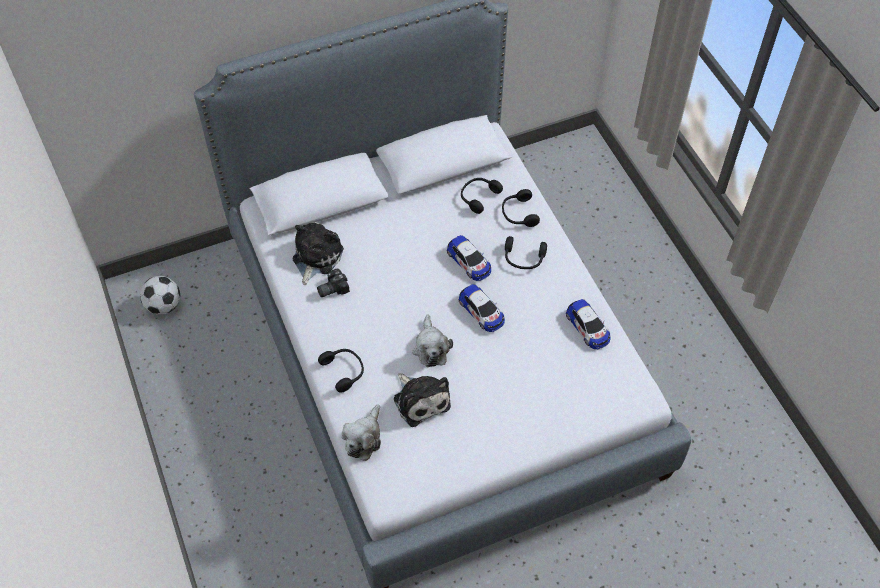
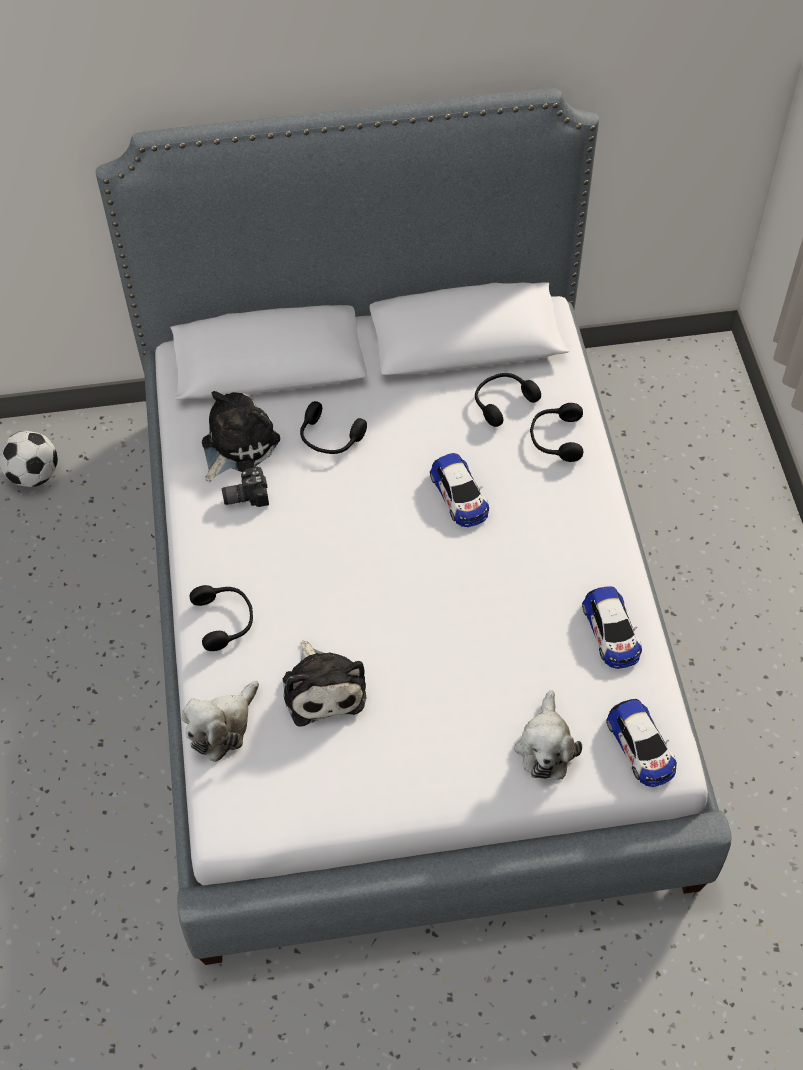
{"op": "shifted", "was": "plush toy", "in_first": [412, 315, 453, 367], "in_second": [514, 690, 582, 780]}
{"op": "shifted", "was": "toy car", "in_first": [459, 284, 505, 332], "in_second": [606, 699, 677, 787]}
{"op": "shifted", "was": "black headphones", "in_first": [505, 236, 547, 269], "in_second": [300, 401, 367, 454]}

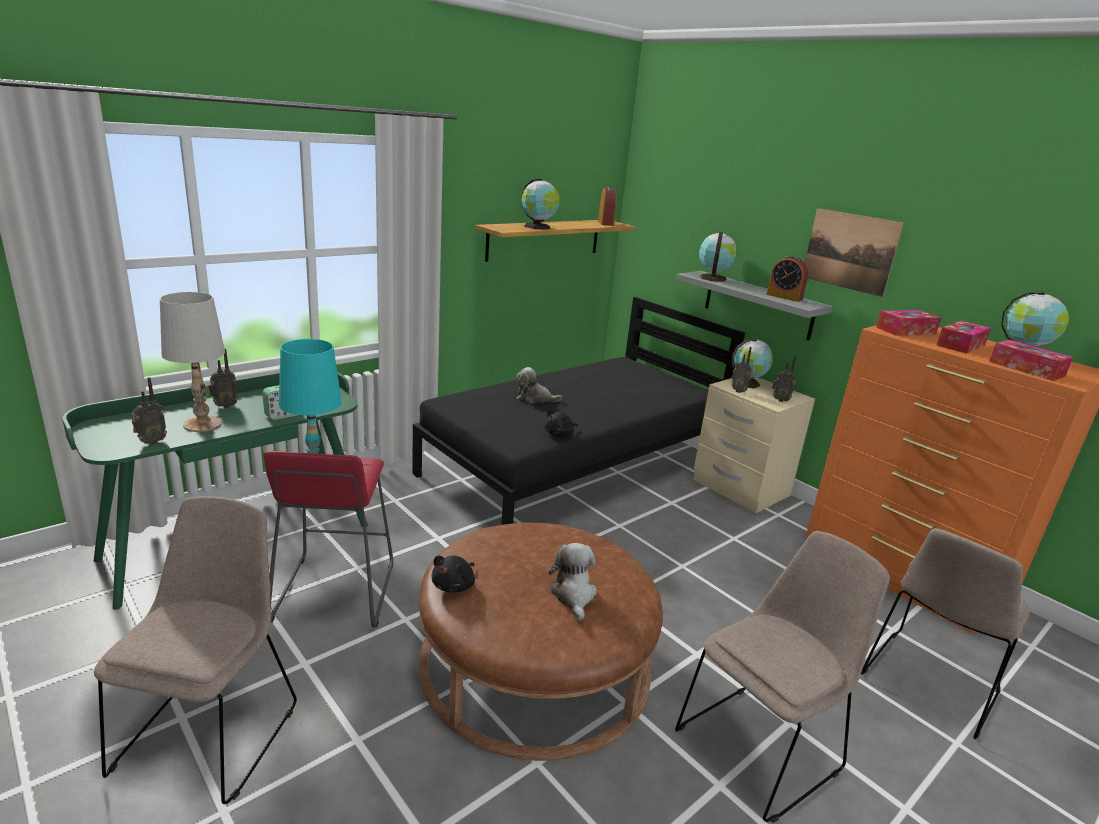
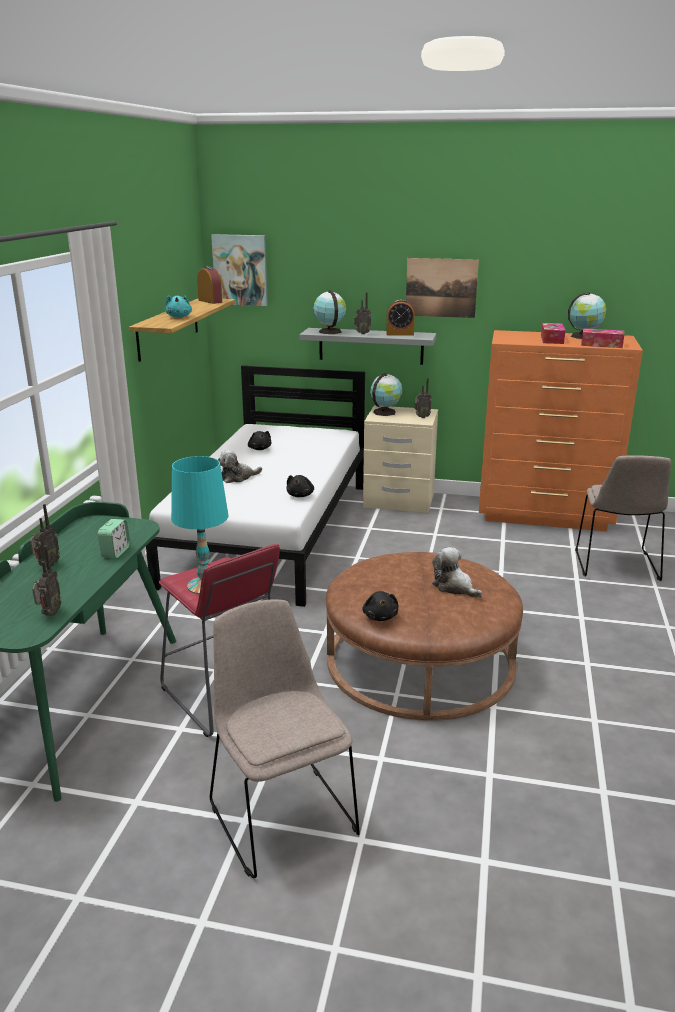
{"op": "gone", "was": "white table lamp", "in_first": [160, 292, 225, 432]}
{"op": "gone", "was": "beige chair", "in_first": [675, 531, 890, 823]}
{"op": "gone", "was": "tissue box", "in_first": [876, 310, 941, 336]}
{"op": "new", "now": "picture", "in_second": [211, 234, 268, 306]}
{"op": "new", "now": "black plush toy", "in_second": [248, 431, 271, 450]}
{"op": "shifted", "was": "radio", "in_first": [731, 347, 752, 393], "in_second": [354, 292, 371, 334]}
{"op": "swapped", "was": "globe", "now": "turquoise plush toy", "in_first": [522, 179, 560, 229], "in_second": [165, 295, 192, 318]}
{"op": "repainted", "was": "black bed", "now": "white bed", "in_first": [412, 297, 745, 525], "in_second": [146, 365, 365, 607]}

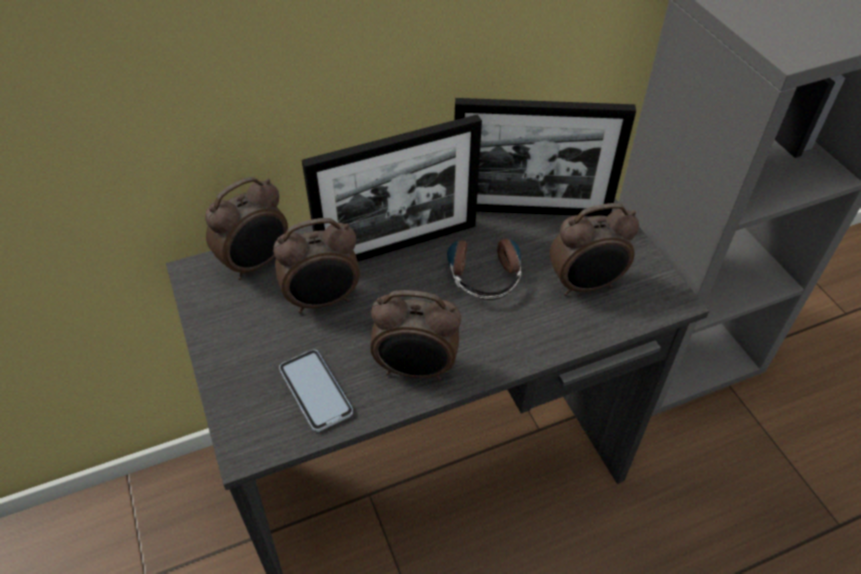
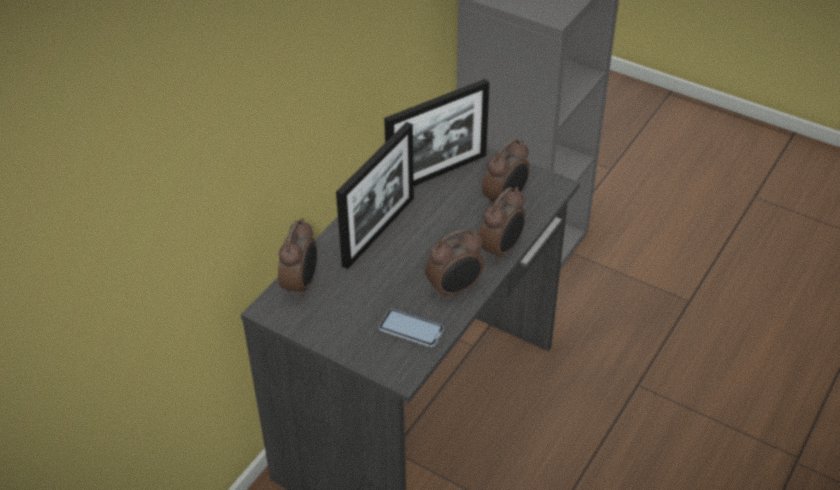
{"op": "gone", "was": "headphones", "in_first": [447, 219, 522, 300]}
{"op": "shifted", "was": "alarm clock", "in_first": [273, 218, 360, 313], "in_second": [479, 187, 525, 263]}

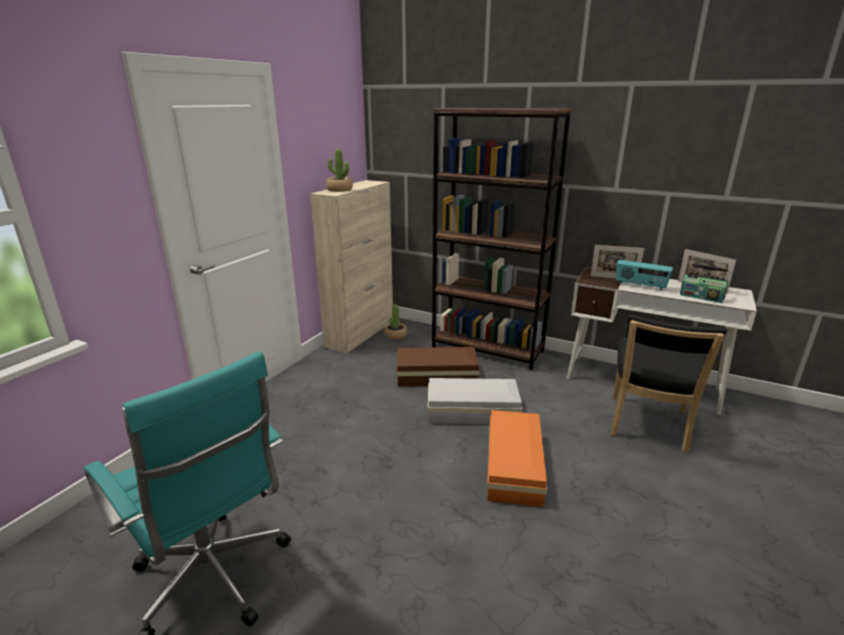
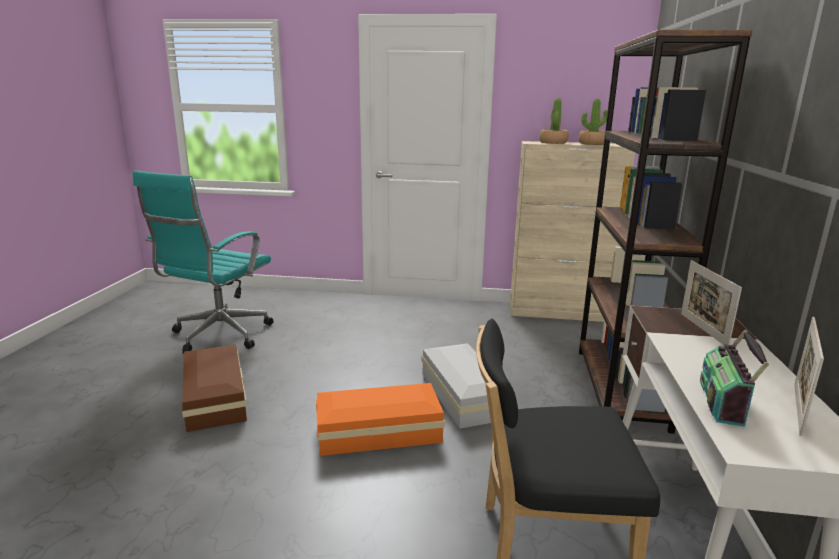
{"op": "gone", "was": "radio", "in_first": [616, 260, 673, 291]}
{"op": "shifted", "was": "potted plant", "in_first": [384, 304, 407, 339], "in_second": [579, 99, 608, 145]}
{"op": "shifted", "was": "brown storage box", "in_first": [397, 347, 480, 386], "in_second": [182, 344, 247, 432]}

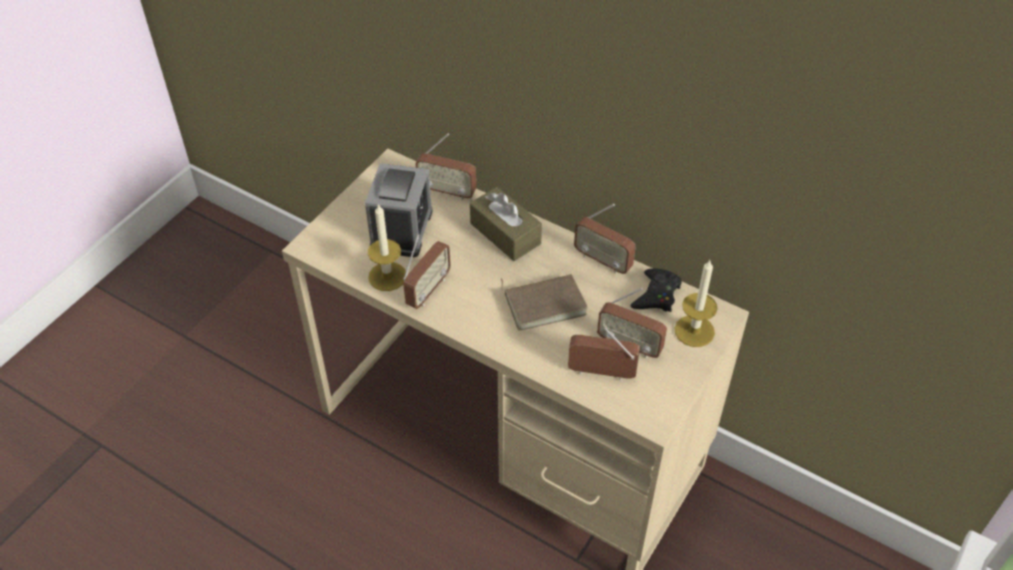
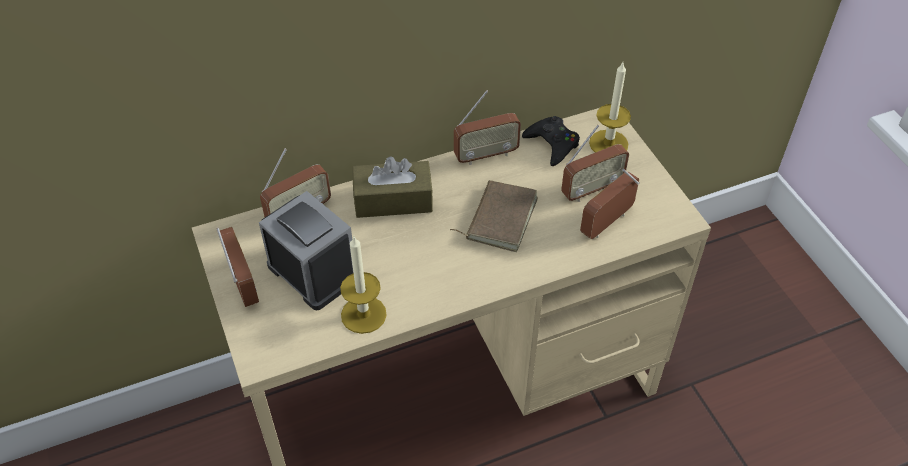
{"op": "shifted", "was": "radio", "in_first": [403, 234, 451, 309], "in_second": [216, 227, 259, 307]}

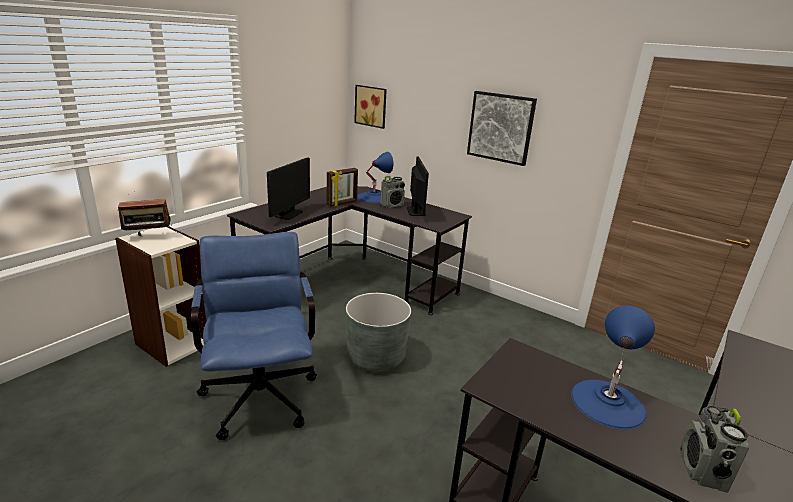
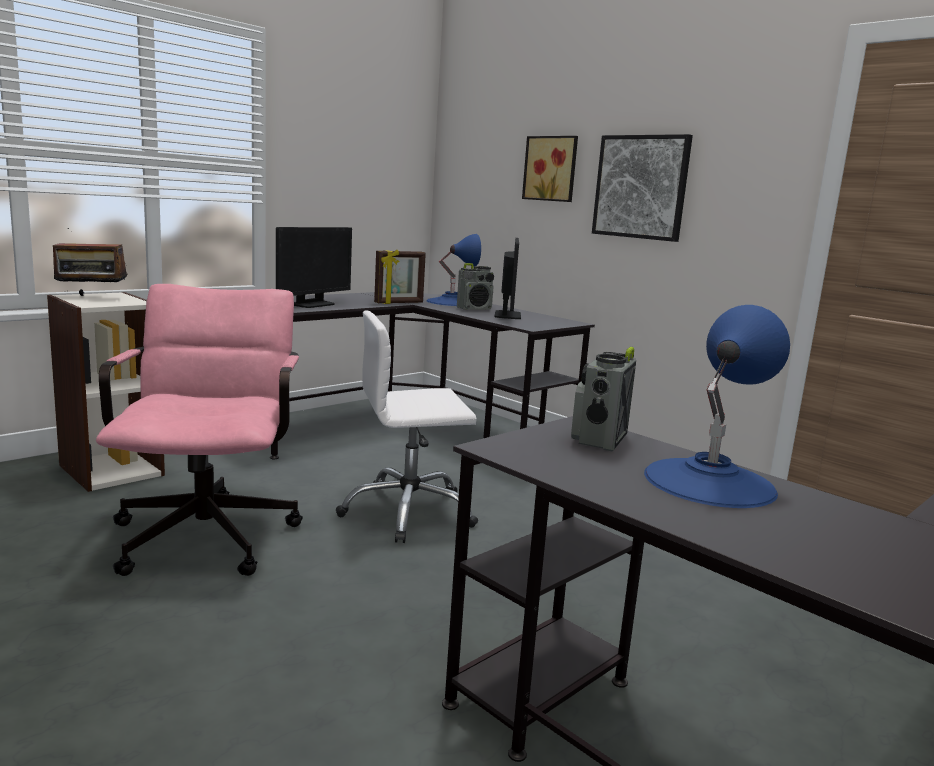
{"op": "shifted", "was": "picture", "in_first": [354, 85, 387, 129], "in_second": [522, 136, 578, 202]}
{"op": "shifted", "was": "radio", "in_first": [680, 406, 750, 493], "in_second": [571, 347, 636, 451]}
{"op": "swapped", "was": "grey planter", "now": "white office chair", "in_first": [346, 293, 411, 372], "in_second": [336, 310, 478, 543]}
{"op": "repainted", "was": "blue office chair", "now": "pink office chair", "in_first": [191, 232, 317, 440], "in_second": [96, 284, 303, 576]}

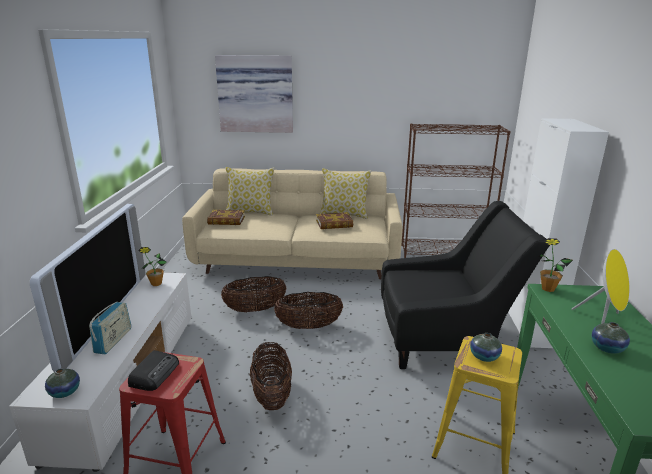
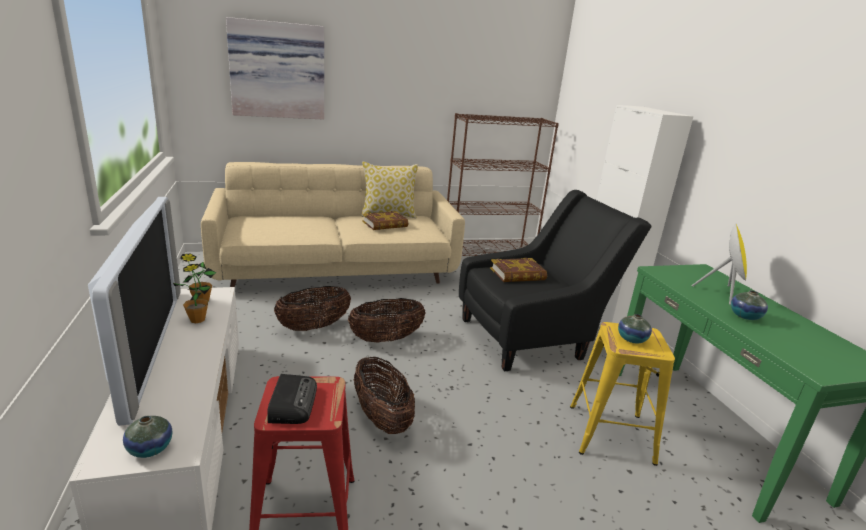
{"op": "gone", "was": "radio", "in_first": [89, 302, 131, 354]}
{"op": "gone", "was": "pillow", "in_first": [226, 167, 274, 216]}
{"op": "shifted", "was": "book", "in_first": [207, 209, 245, 225], "in_second": [490, 258, 547, 282]}
{"op": "shifted", "was": "potted plant", "in_first": [538, 238, 573, 292], "in_second": [173, 264, 211, 323]}

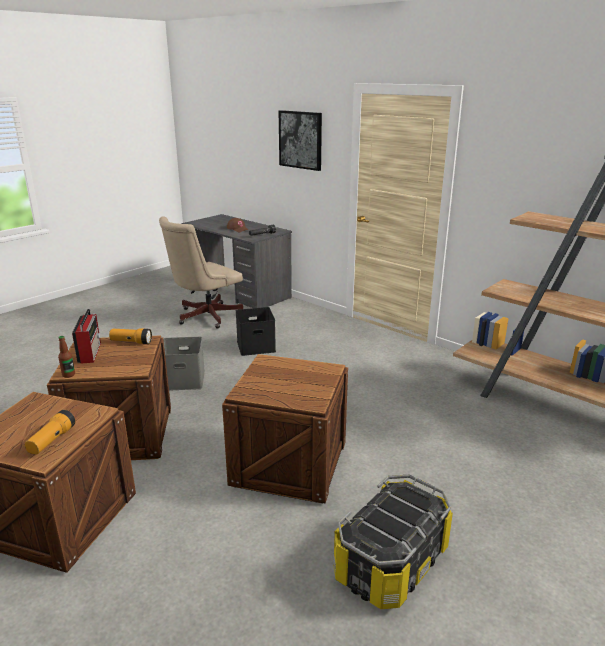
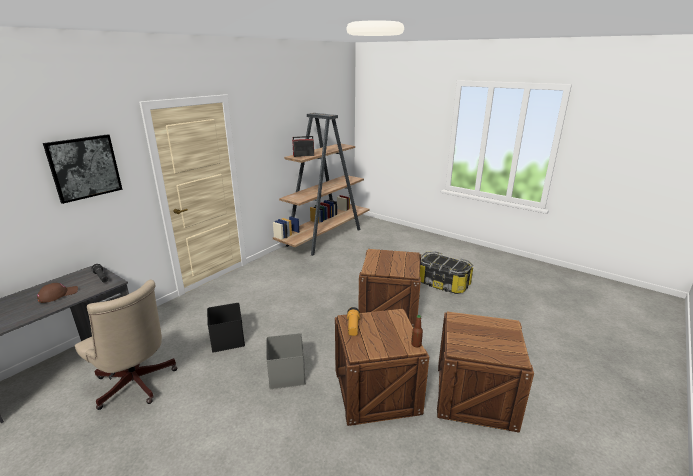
{"op": "gone", "was": "flashlight", "in_first": [25, 410, 76, 455]}
{"op": "shifted", "was": "radio", "in_first": [72, 309, 101, 363], "in_second": [292, 136, 314, 157]}

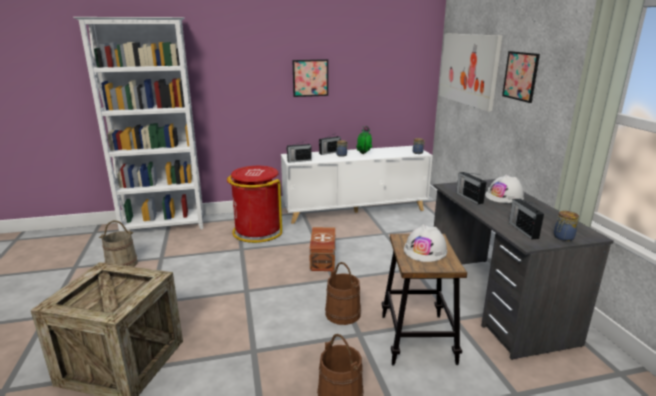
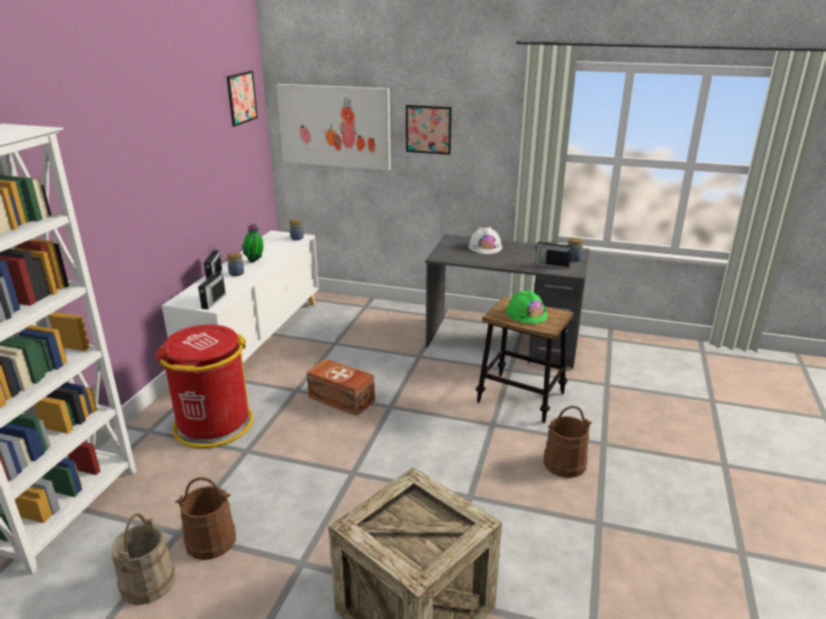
{"op": "gone", "was": "radio", "in_first": [456, 172, 486, 204]}
{"op": "shifted", "was": "picture", "in_first": [292, 59, 328, 97], "in_second": [227, 71, 258, 127]}
{"op": "shifted", "was": "brown bucket", "in_first": [325, 262, 361, 325], "in_second": [175, 477, 236, 560]}
{"op": "repainted", "was": "white hard hat", "now": "green hard hat", "in_first": [404, 224, 447, 262], "in_second": [506, 289, 548, 324]}

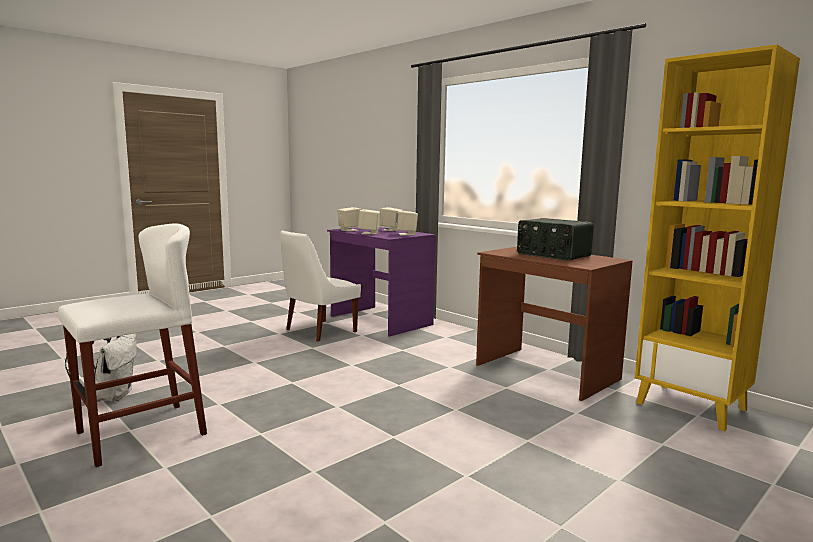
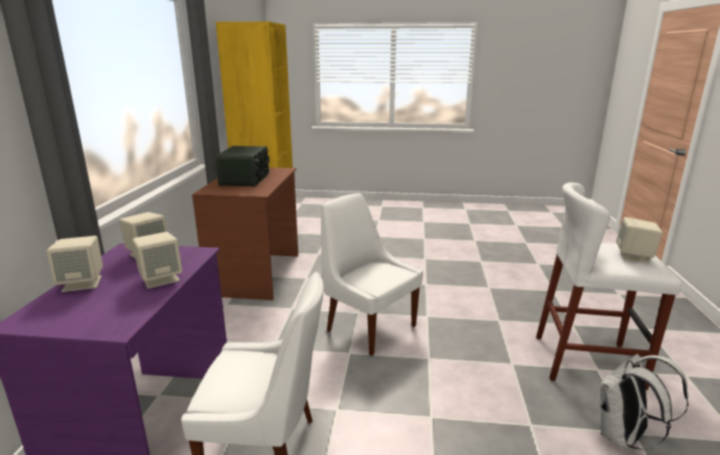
{"op": "new", "now": "white chair", "in_second": [321, 193, 423, 356]}
{"op": "shifted", "was": "beige speaker", "in_first": [337, 207, 361, 231], "in_second": [616, 217, 663, 263]}

